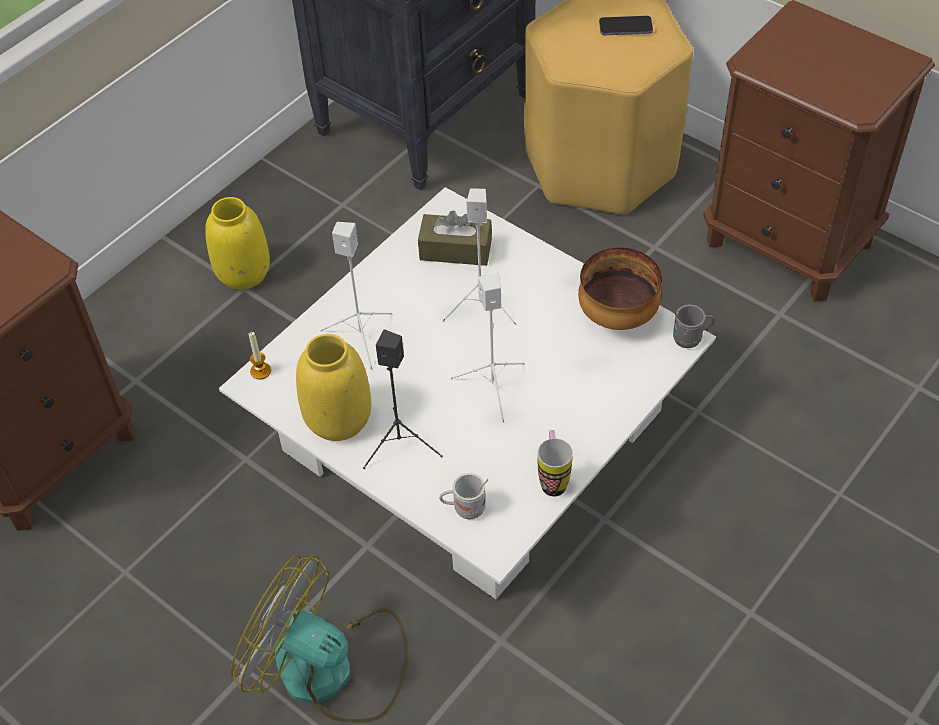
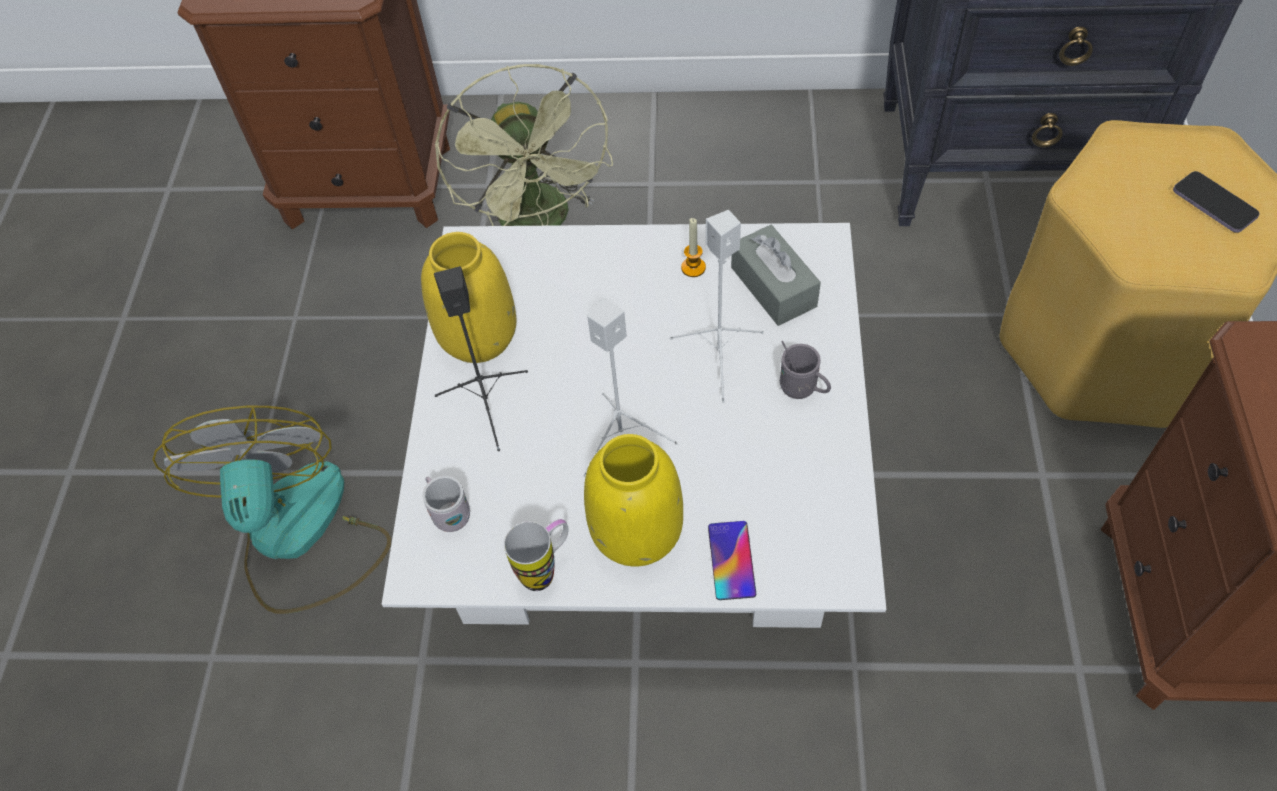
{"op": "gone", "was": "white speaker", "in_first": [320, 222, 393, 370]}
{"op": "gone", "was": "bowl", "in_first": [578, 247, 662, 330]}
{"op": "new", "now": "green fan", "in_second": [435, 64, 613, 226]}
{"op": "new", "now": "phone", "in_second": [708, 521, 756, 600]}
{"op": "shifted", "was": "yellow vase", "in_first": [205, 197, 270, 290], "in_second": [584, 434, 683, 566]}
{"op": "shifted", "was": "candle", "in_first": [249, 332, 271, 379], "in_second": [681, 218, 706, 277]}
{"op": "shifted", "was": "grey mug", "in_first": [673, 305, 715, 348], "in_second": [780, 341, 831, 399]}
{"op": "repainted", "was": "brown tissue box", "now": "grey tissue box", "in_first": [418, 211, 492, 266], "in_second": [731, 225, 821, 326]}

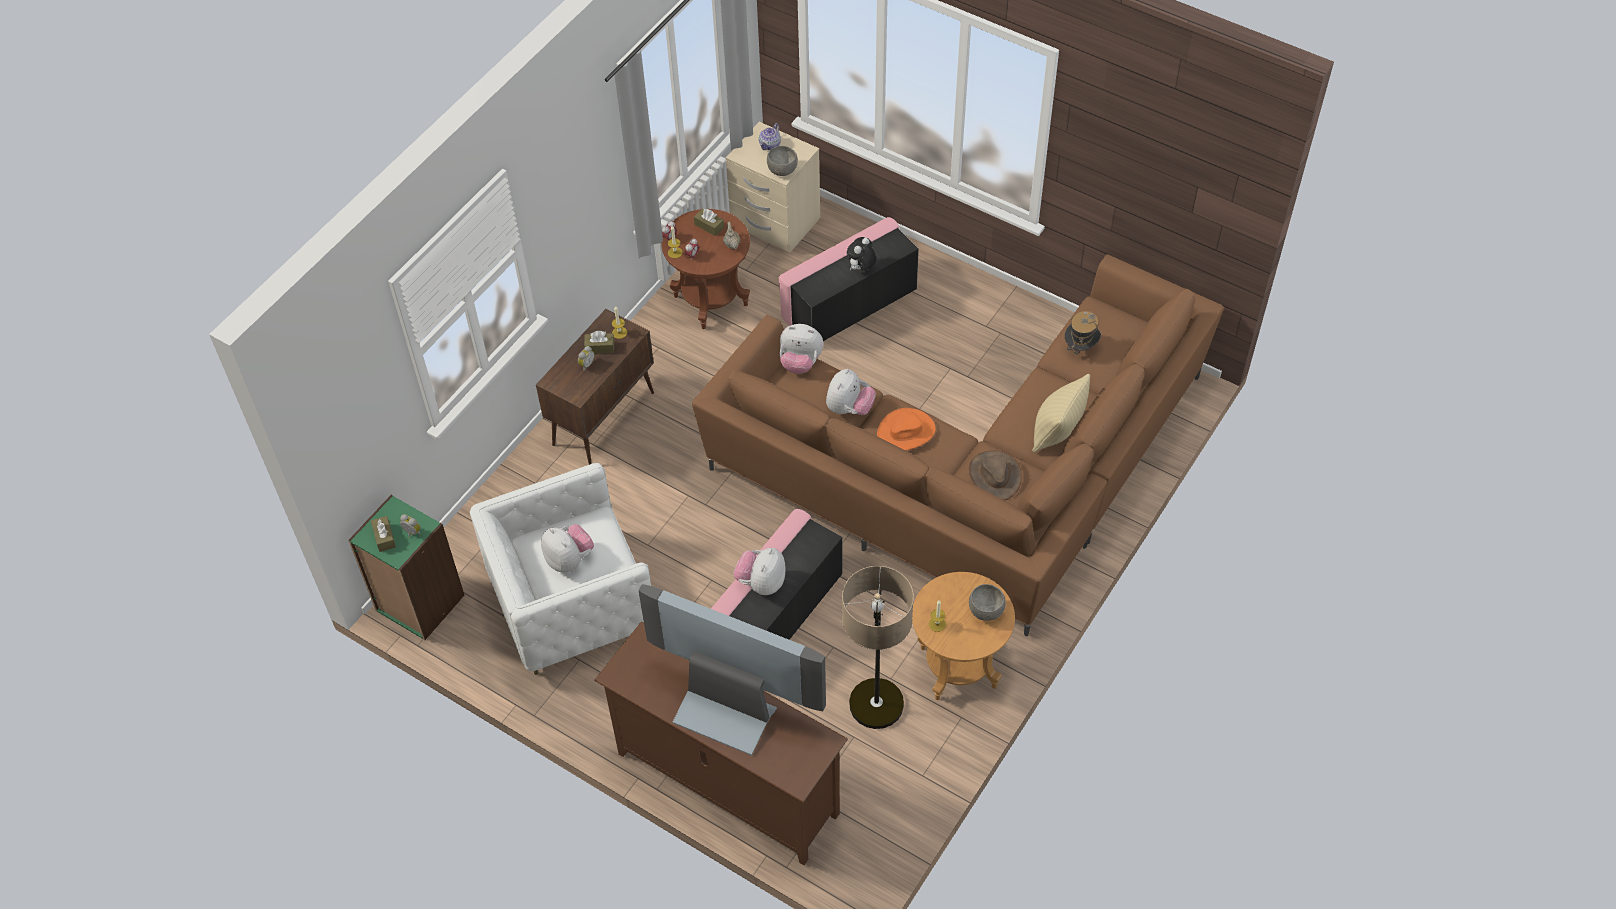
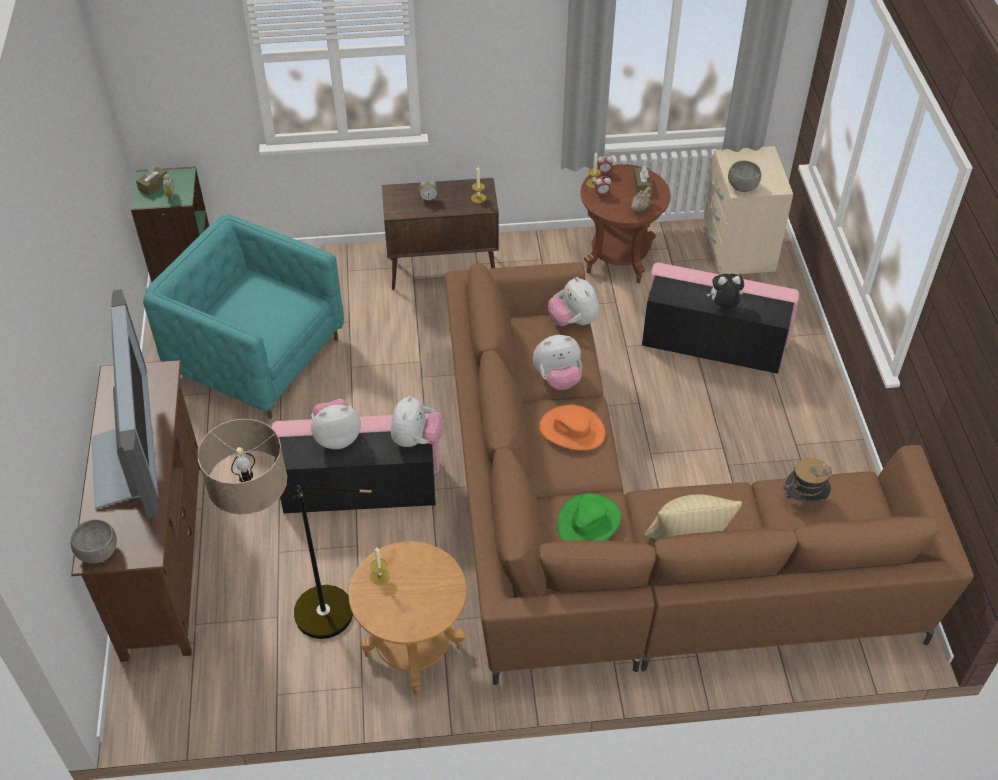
{"op": "gone", "was": "brown tissue box", "in_first": [584, 331, 614, 353]}
{"op": "gone", "was": "teapot", "in_first": [759, 123, 781, 150]}
{"op": "shifted", "was": "plush toy", "in_first": [541, 524, 594, 573], "in_second": [391, 396, 444, 447]}
{"op": "shifted", "was": "grey bowl", "in_first": [969, 584, 1006, 621], "in_second": [71, 520, 117, 564]}
{"op": "repainted", "was": "white armchair", "now": "turquoise armchair", "in_first": [470, 463, 651, 675], "in_second": [143, 214, 344, 419]}
{"op": "repainted", "was": "brown hat", "now": "green hat", "in_first": [969, 450, 1022, 500], "in_second": [557, 493, 621, 541]}

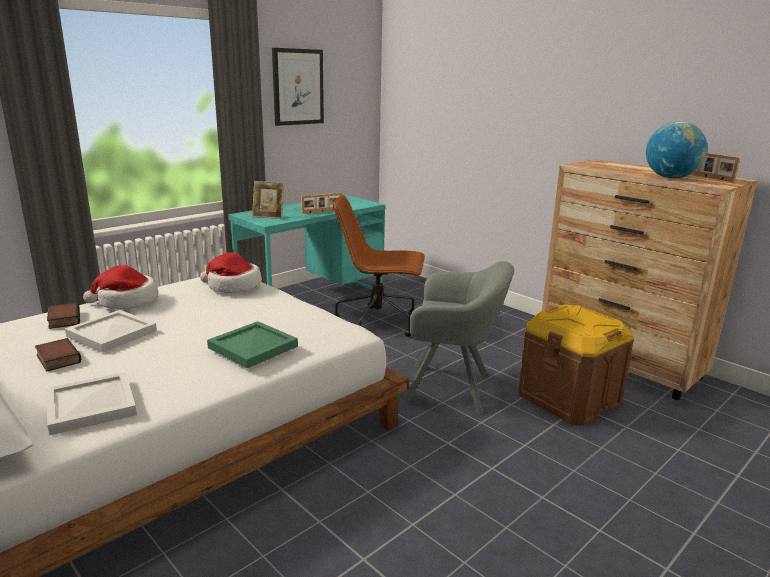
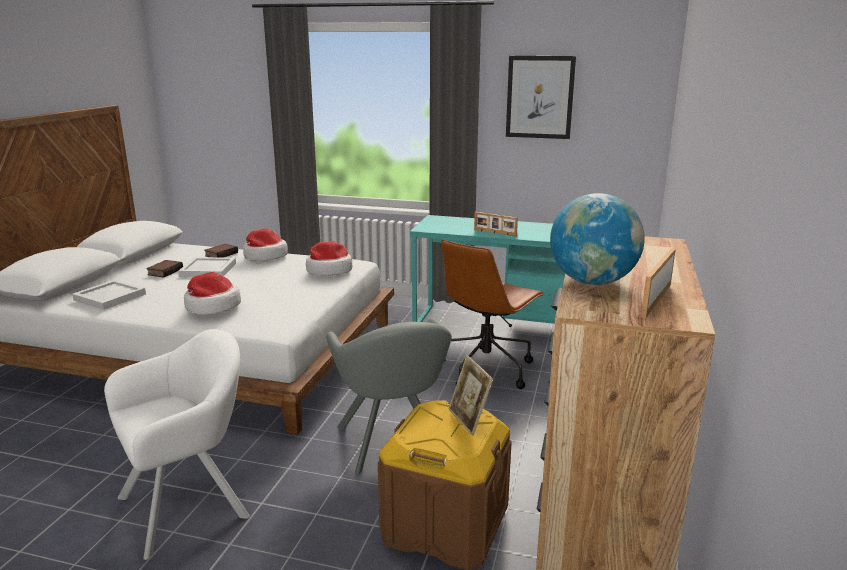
{"op": "new", "now": "white armchair", "in_second": [104, 329, 250, 560]}
{"op": "shifted", "was": "picture frame", "in_first": [252, 181, 284, 219], "in_second": [448, 355, 493, 435]}
{"op": "swapped", "was": "green tray", "now": "hat", "in_first": [207, 321, 298, 368], "in_second": [184, 272, 241, 315]}
{"op": "rotated", "was": "brown office chair", "in_first": [333, 195, 425, 337], "in_second": [441, 240, 545, 389], "clockwise": -120}

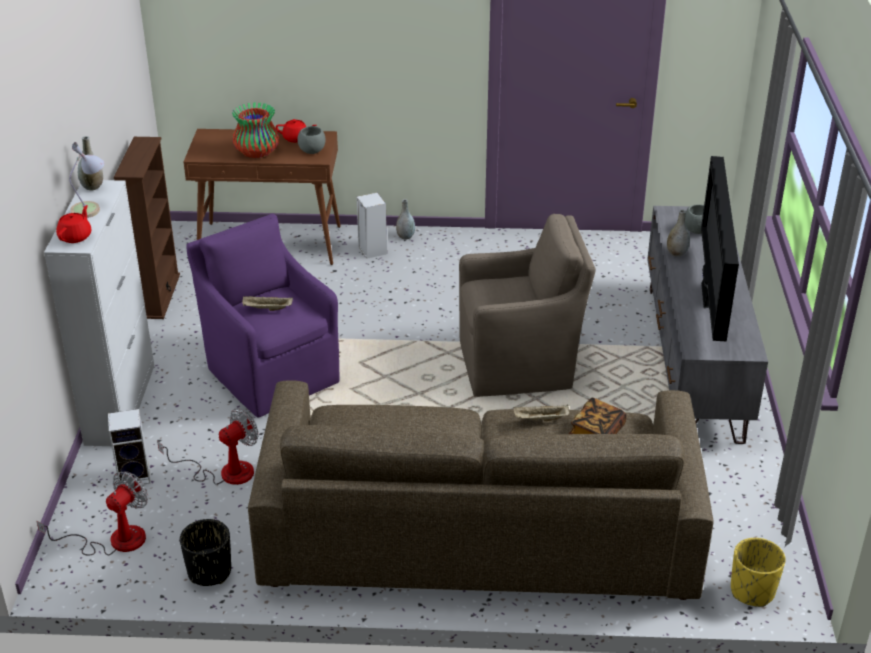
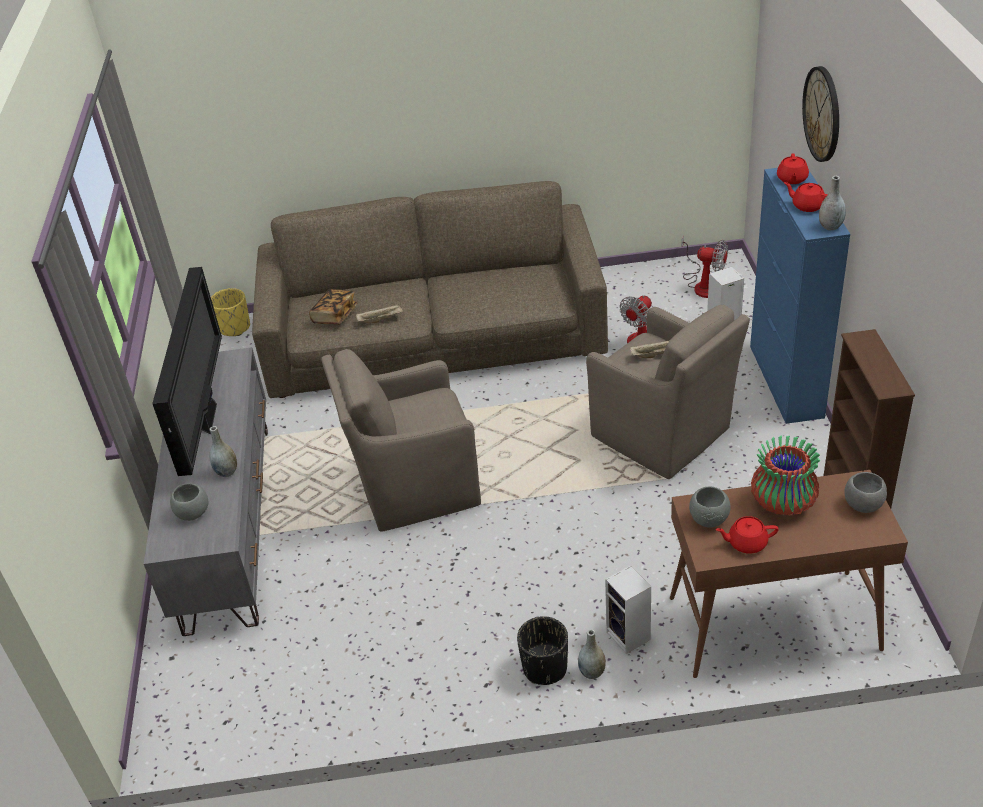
{"op": "new", "now": "wall clock", "in_second": [802, 66, 839, 162]}
{"op": "new", "now": "grey bowl", "in_second": [845, 472, 887, 513]}
{"op": "shifted", "was": "black planter", "in_first": [180, 519, 231, 586], "in_second": [517, 616, 568, 685]}
{"op": "swapped", "was": "table lamp", "now": "red teapot", "in_first": [69, 142, 104, 218], "in_second": [784, 182, 828, 212]}
{"op": "repainted", "was": "white cabinet", "now": "blue cabinet", "in_first": [44, 180, 154, 446], "in_second": [750, 168, 850, 424]}
{"op": "repainted", "was": "purple armchair", "now": "brown armchair", "in_first": [186, 214, 339, 418], "in_second": [586, 305, 750, 479]}
{"op": "rotated", "was": "fan", "in_first": [36, 471, 148, 556], "in_second": [682, 236, 728, 298], "clockwise": -90}

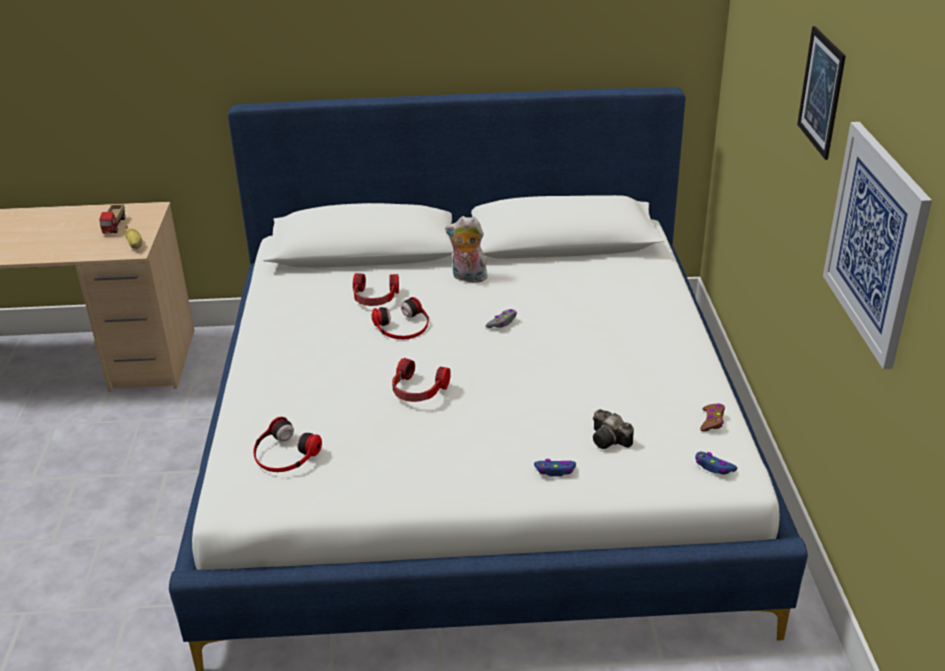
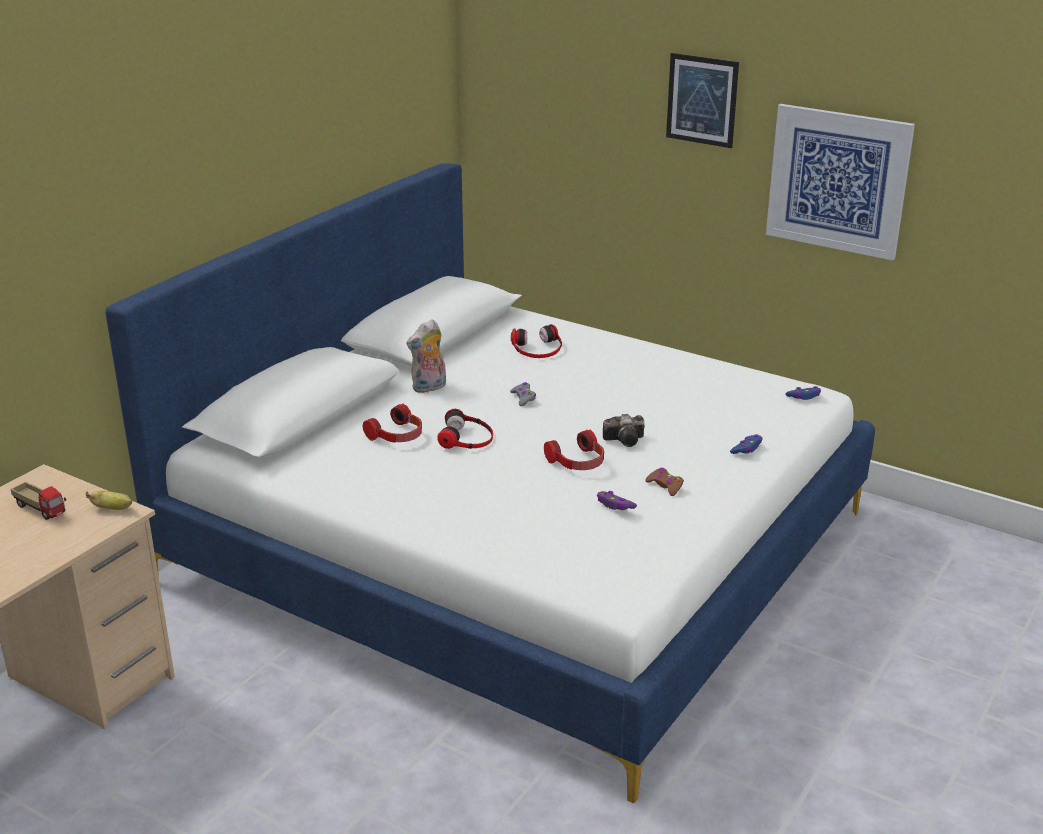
{"op": "new", "now": "purple game controller", "in_second": [597, 491, 637, 510]}
{"op": "shifted", "was": "headphones", "in_first": [253, 417, 322, 472], "in_second": [511, 324, 562, 358]}
{"op": "shifted", "was": "photo camera", "in_first": [593, 409, 634, 449], "in_second": [603, 414, 645, 447]}
{"op": "shifted", "was": "brown game controller", "in_first": [700, 404, 725, 432], "in_second": [645, 468, 684, 496]}

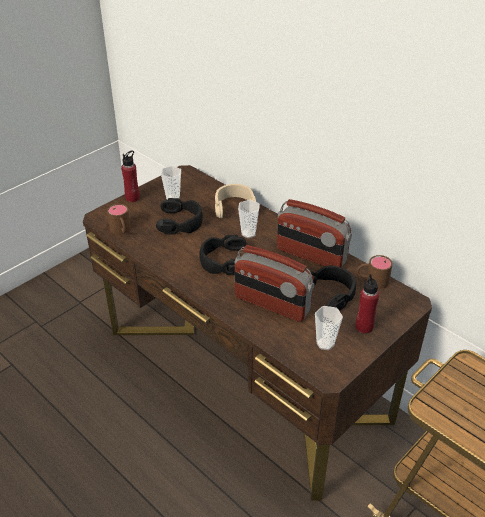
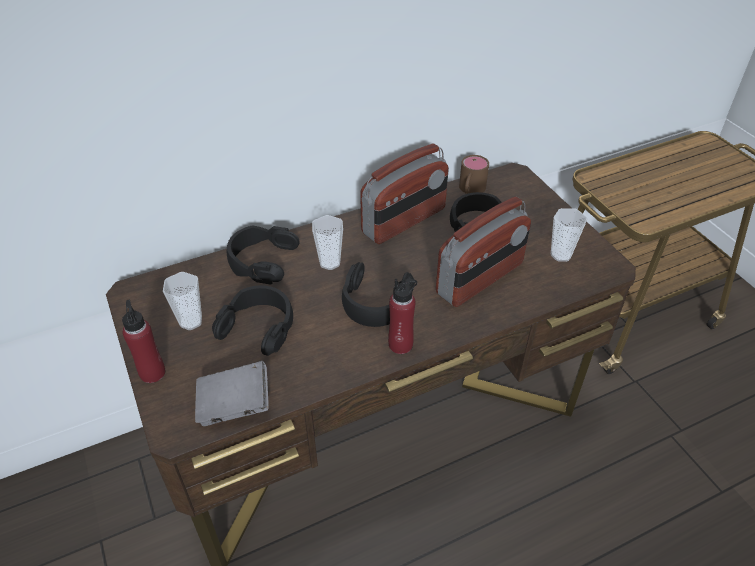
{"op": "shifted", "was": "red bottle", "in_first": [356, 274, 379, 333], "in_second": [388, 279, 417, 354]}
{"op": "swapped", "was": "brown mug", "now": "grey book", "in_first": [107, 204, 131, 234], "in_second": [195, 361, 269, 426]}
{"op": "repainted", "was": "beige headphones", "now": "black headphones", "in_first": [215, 184, 256, 218], "in_second": [227, 225, 300, 284]}

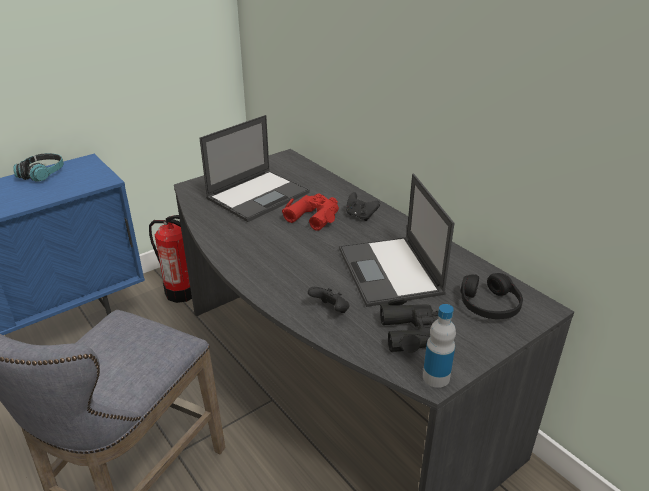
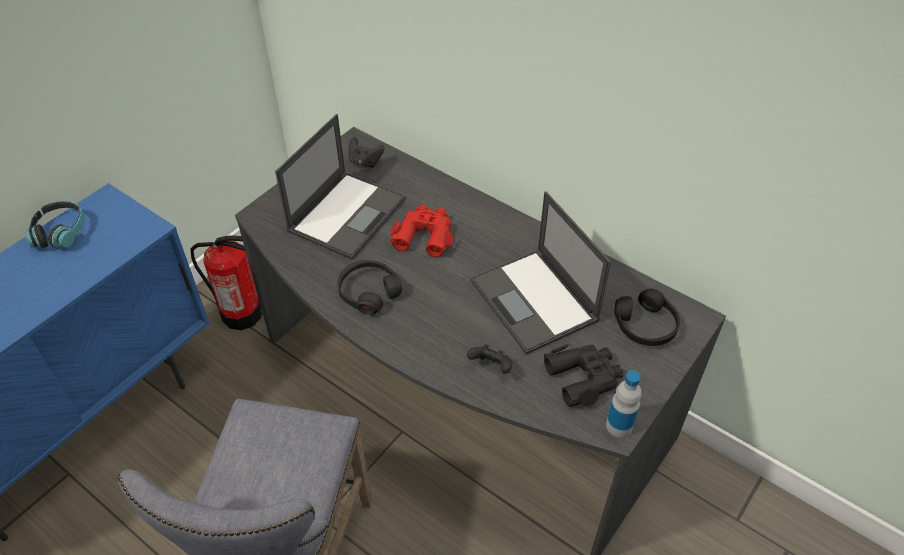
{"op": "new", "now": "black headphones", "in_second": [337, 260, 402, 315]}
{"op": "shifted", "was": "black game controller", "in_first": [346, 192, 380, 221], "in_second": [349, 137, 384, 168]}

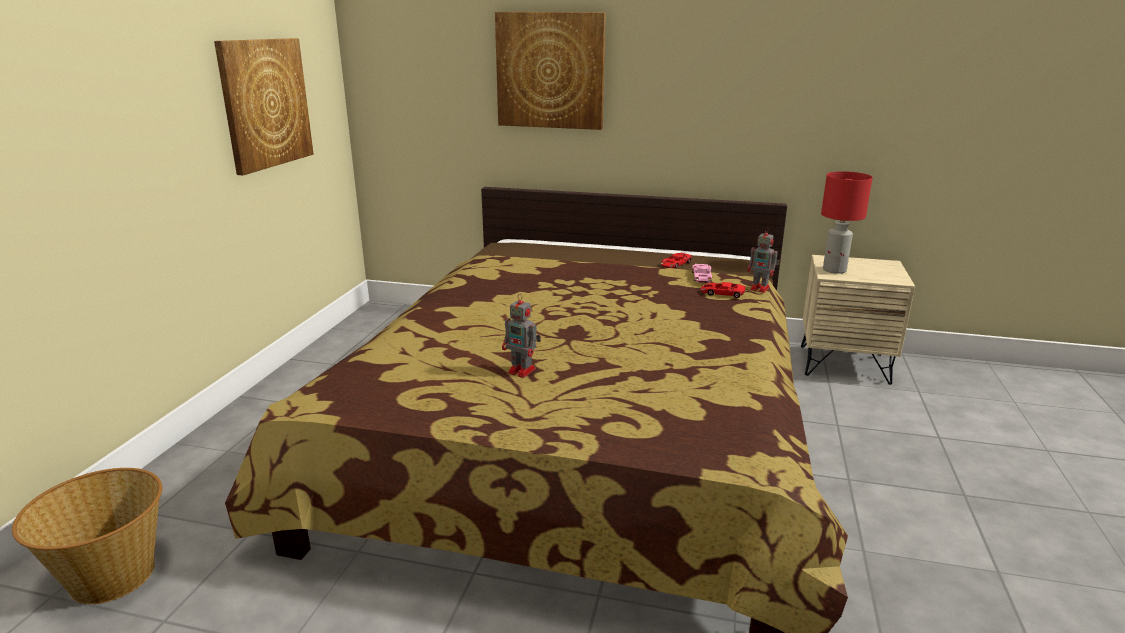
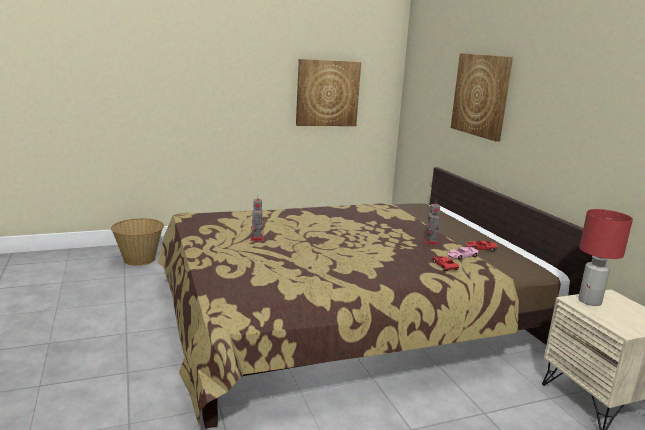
{"op": "shifted", "was": "toy robot", "in_first": [747, 227, 780, 293], "in_second": [424, 201, 440, 245]}

